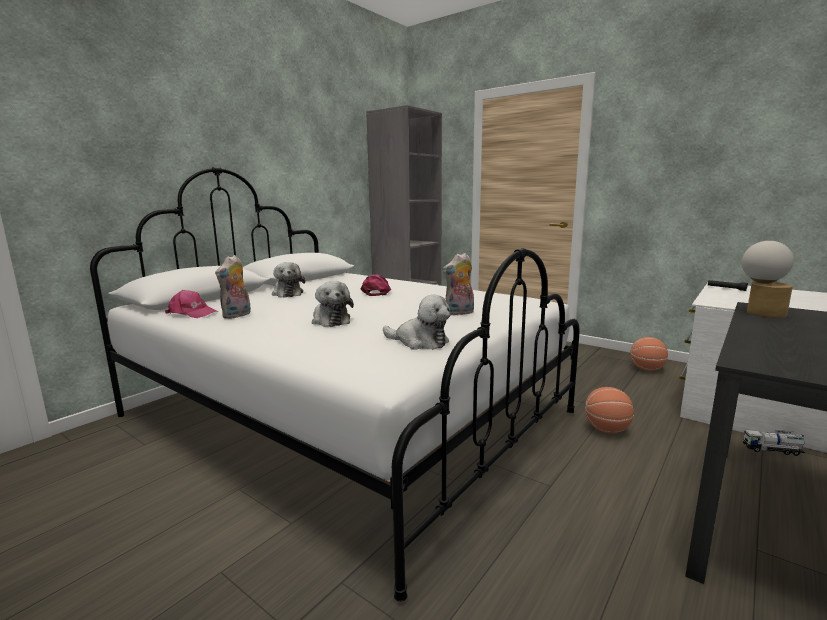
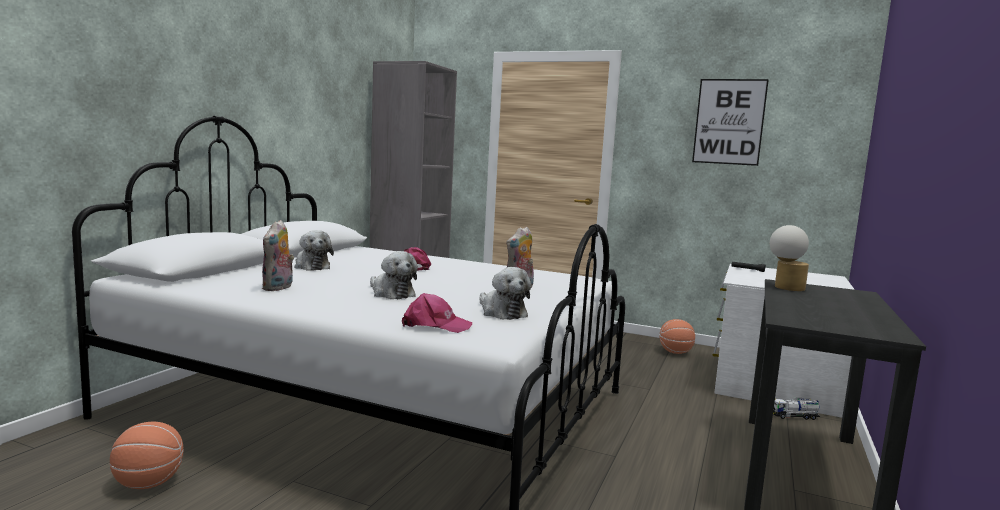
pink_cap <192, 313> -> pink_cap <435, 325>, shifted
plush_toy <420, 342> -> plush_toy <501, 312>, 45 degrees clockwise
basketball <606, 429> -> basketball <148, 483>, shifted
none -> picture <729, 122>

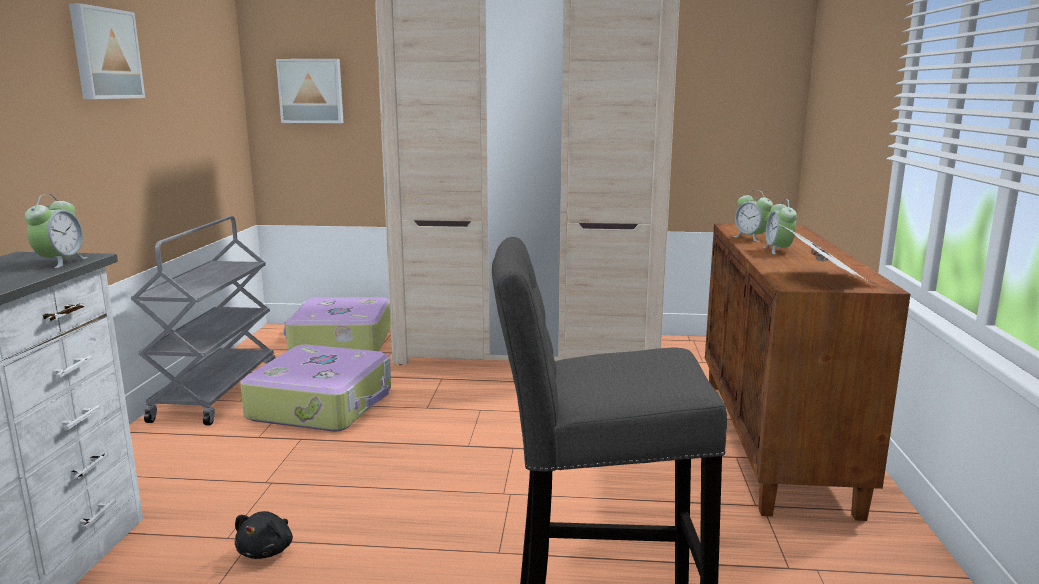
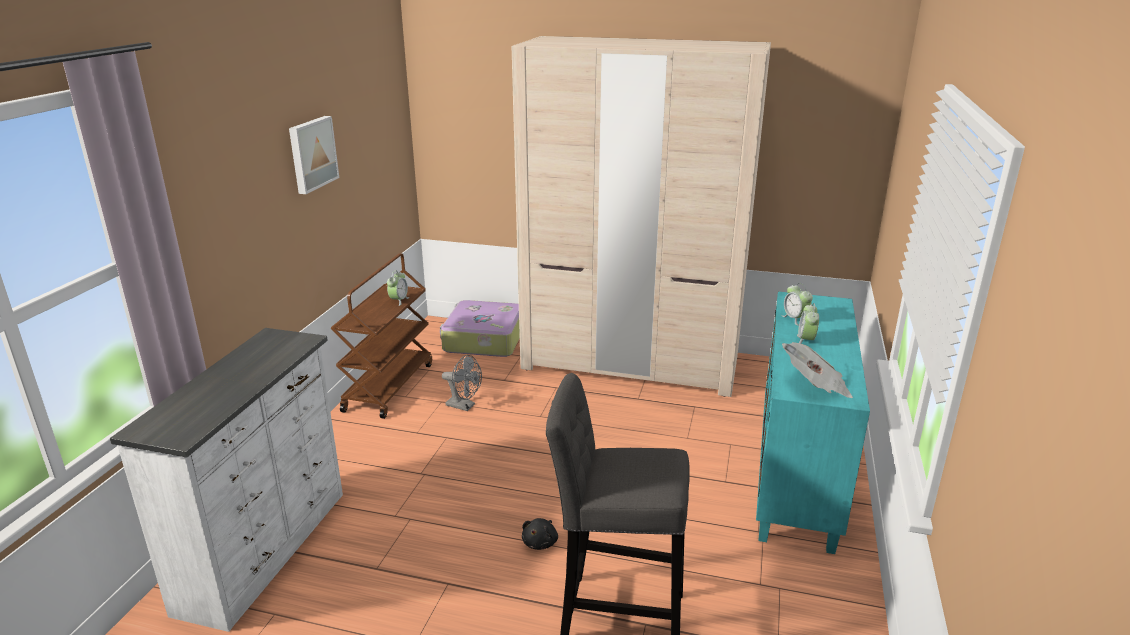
alarm_clock <60, 262> -> alarm_clock <398, 300>, shifted
grey_cart <216, 392> -> brown_cart <388, 386>
black_plush_toy <267, 550> -> black_plush_toy <541, 542>, shifted
suitcase <323, 404> -> grey_fan <464, 406>
picture <311, 91> -> none
brown_cabinet <775, 442> -> turquoise_cabinet <797, 476>

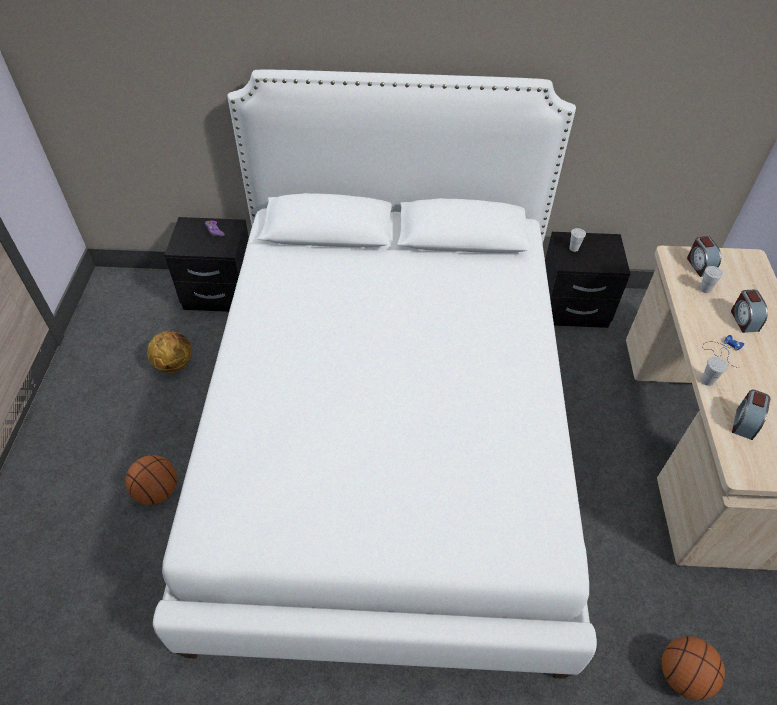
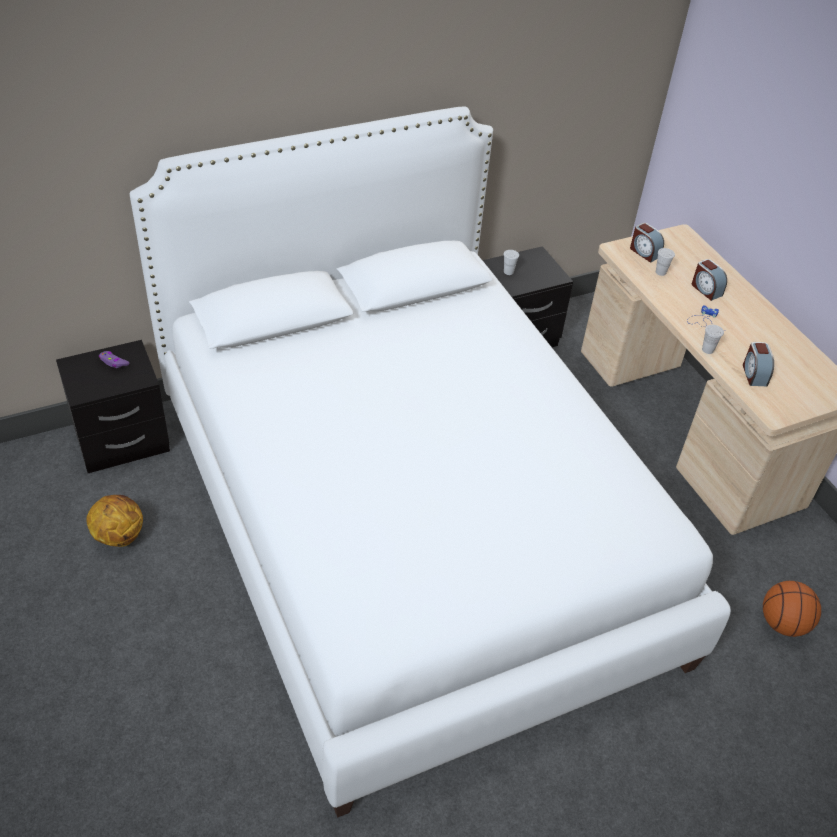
basketball <157, 491> -> none

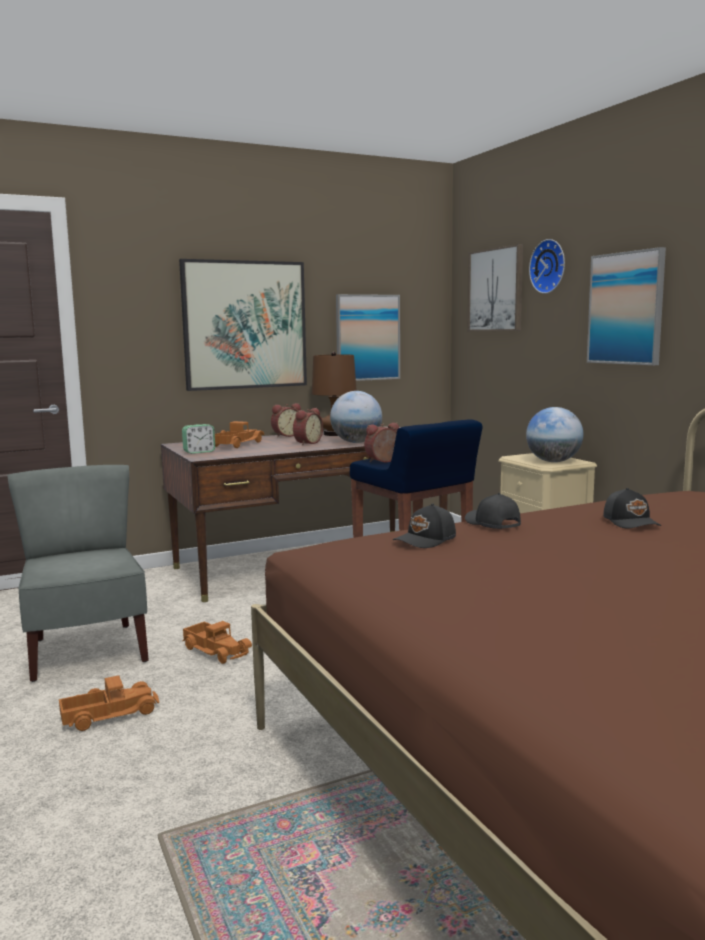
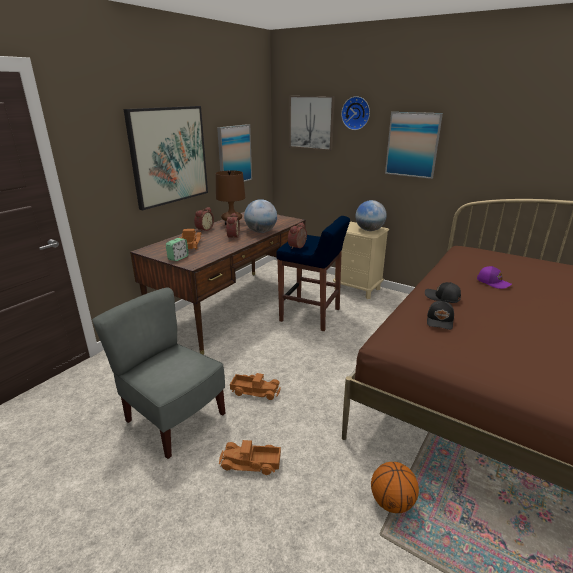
toy_truck <109, 714> -> toy_truck <250, 463>, 120 degrees counterclockwise
black_cap <631, 522> -> purple_cap <493, 282>
none -> basketball <391, 502>

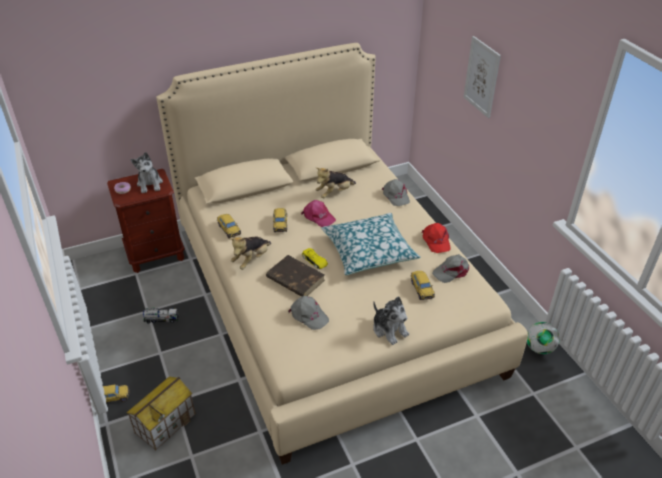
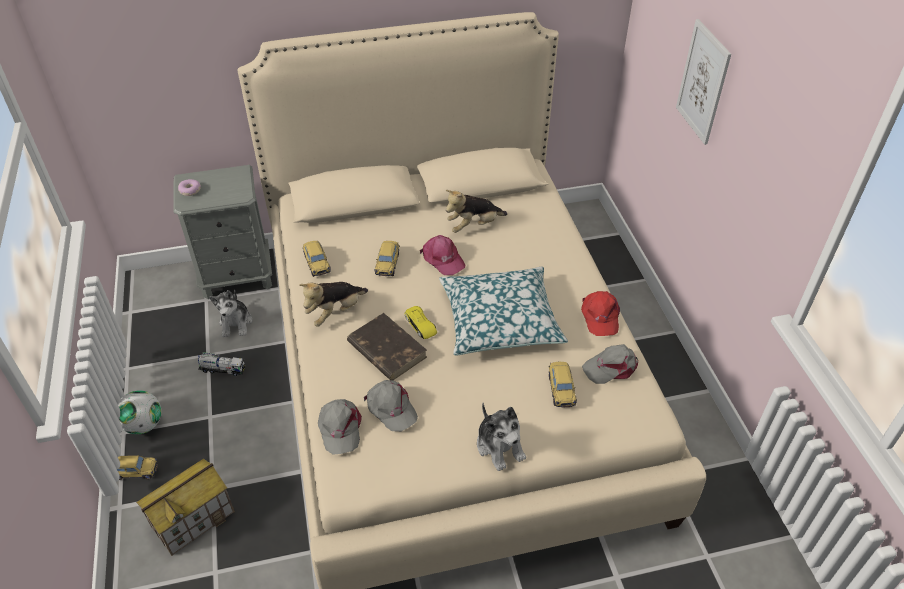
brown_nightstand <155, 254> -> grey_nightstand <237, 276>
plush_toy <150, 184> -> plush_toy <236, 323>, shifted
grey_cap <395, 196> -> grey_cap <340, 428>, shifted
football <539, 348> -> football <144, 425>, shifted

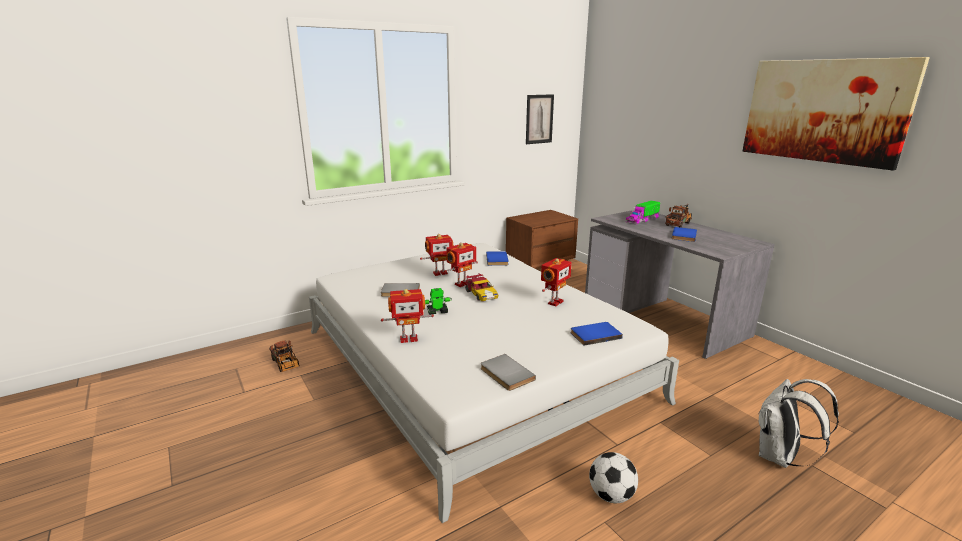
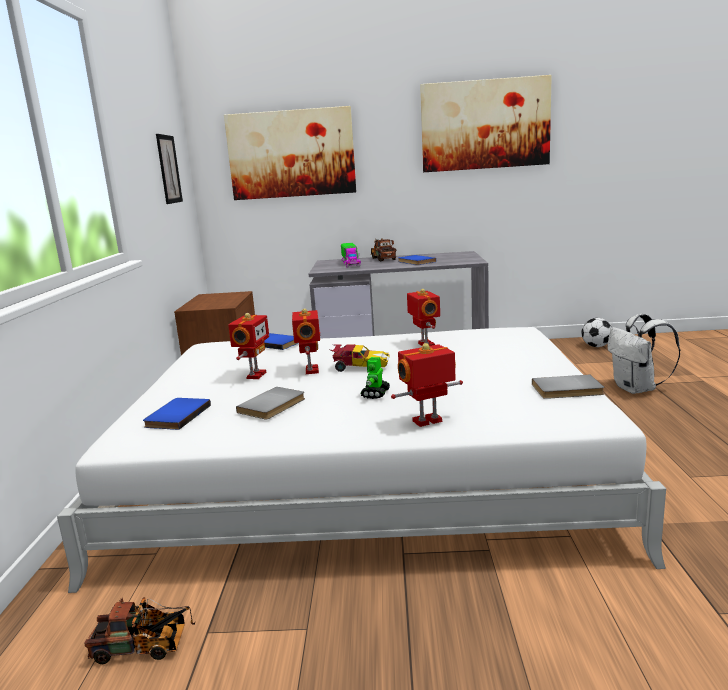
toy_robot <408, 339> -> toy_robot <428, 422>, 135 degrees counterclockwise
blue_book <594, 334> -> blue_book <176, 416>, shifted
football <611, 495> -> football <596, 346>, shifted
none -> picture <291, 154>

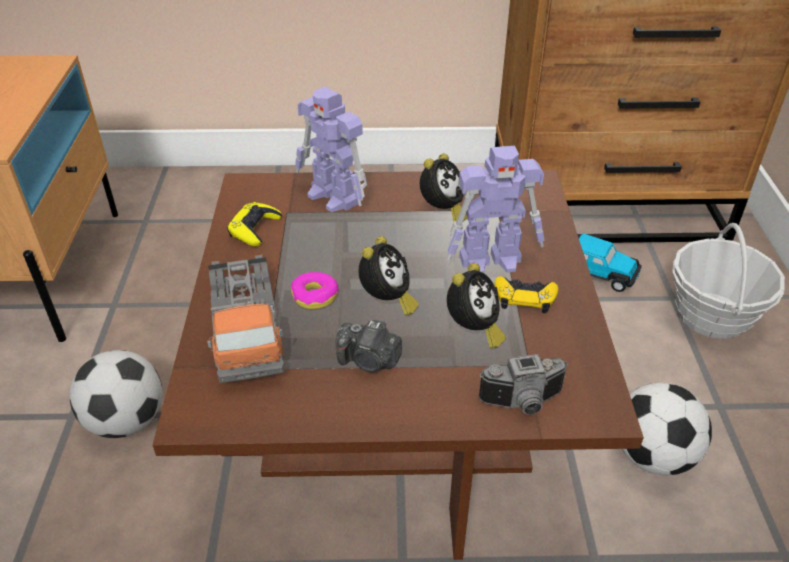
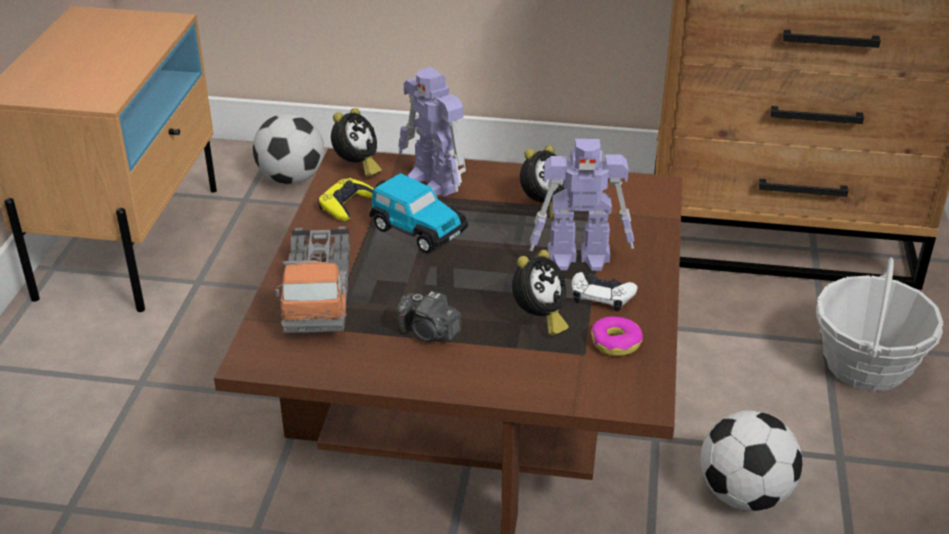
football <126, 421> -> football <291, 179>, shifted
donut <315, 296> -> donut <616, 343>, shifted
alarm_clock <387, 301> -> alarm_clock <356, 167>, shifted
photo_camera <524, 403> -> none
yellow_game_controller <524, 298> -> white_game_controller <601, 296>
toy_car <600, 273> -> toy_car <417, 230>, shifted

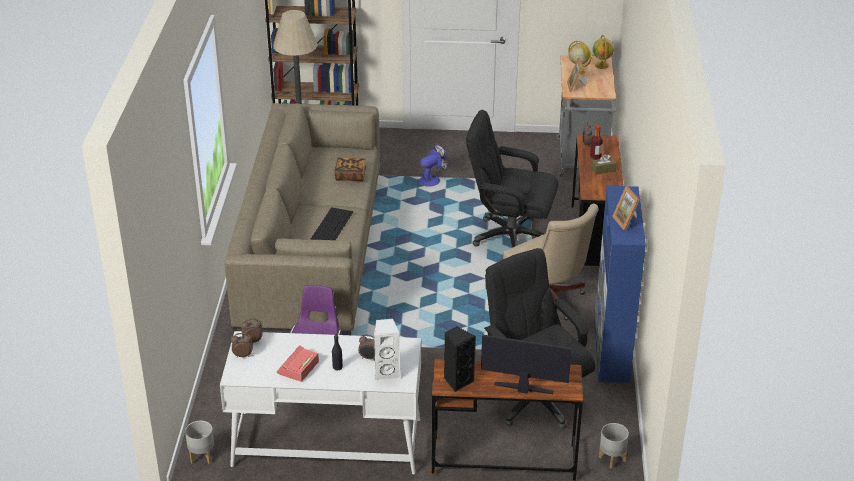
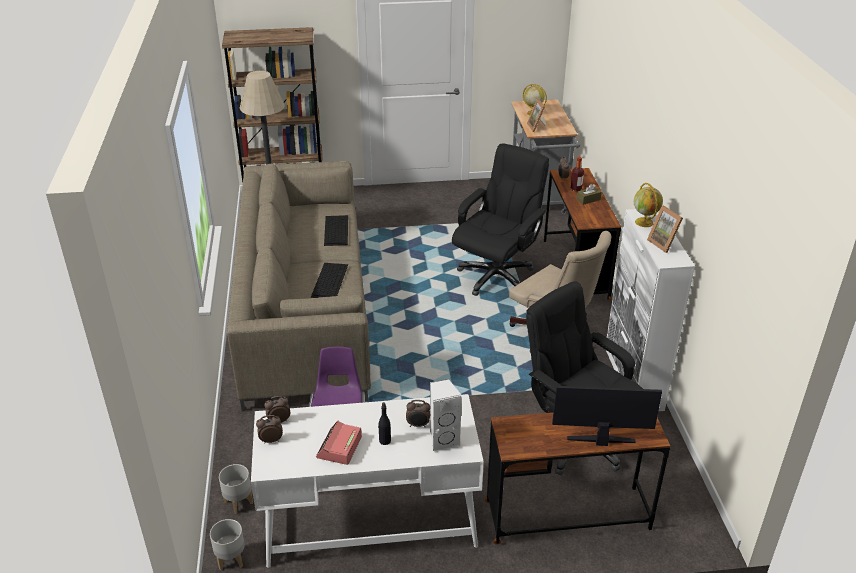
book <350, 176> -> keyboard <336, 230>
fan <432, 179> -> none
black_speaker <458, 381> -> none
black_office_chair <510, 237> -> black_office_chair <496, 276>, 120 degrees clockwise
globe <602, 65> -> globe <644, 222>, shifted
blue_cabinet <611, 350> -> white_cabinet <633, 378>
grey_planter <612, 459> -> grey_planter <239, 502>, shifted

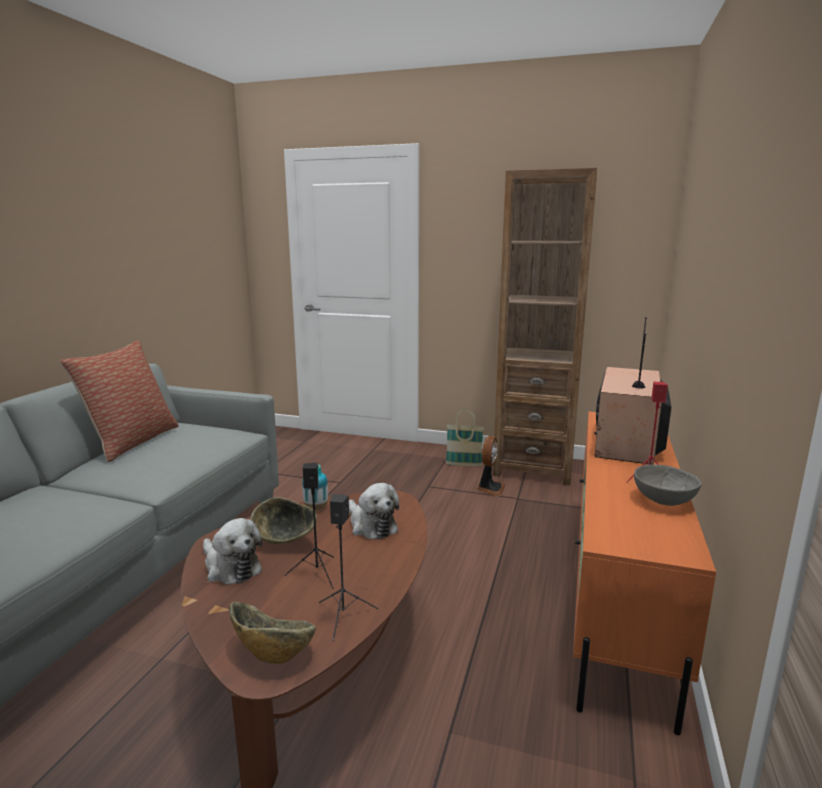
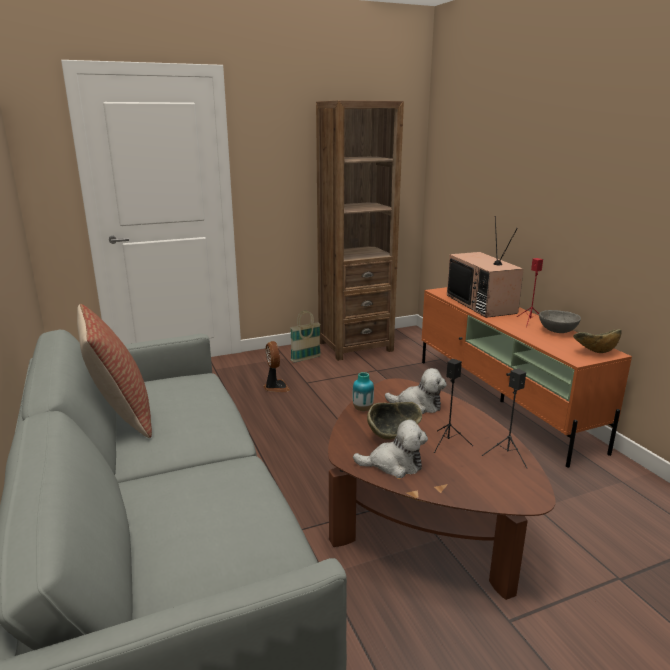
bowl <273, 653> -> bowl <595, 352>, shifted
fan <490, 488> -> fan <275, 387>, shifted

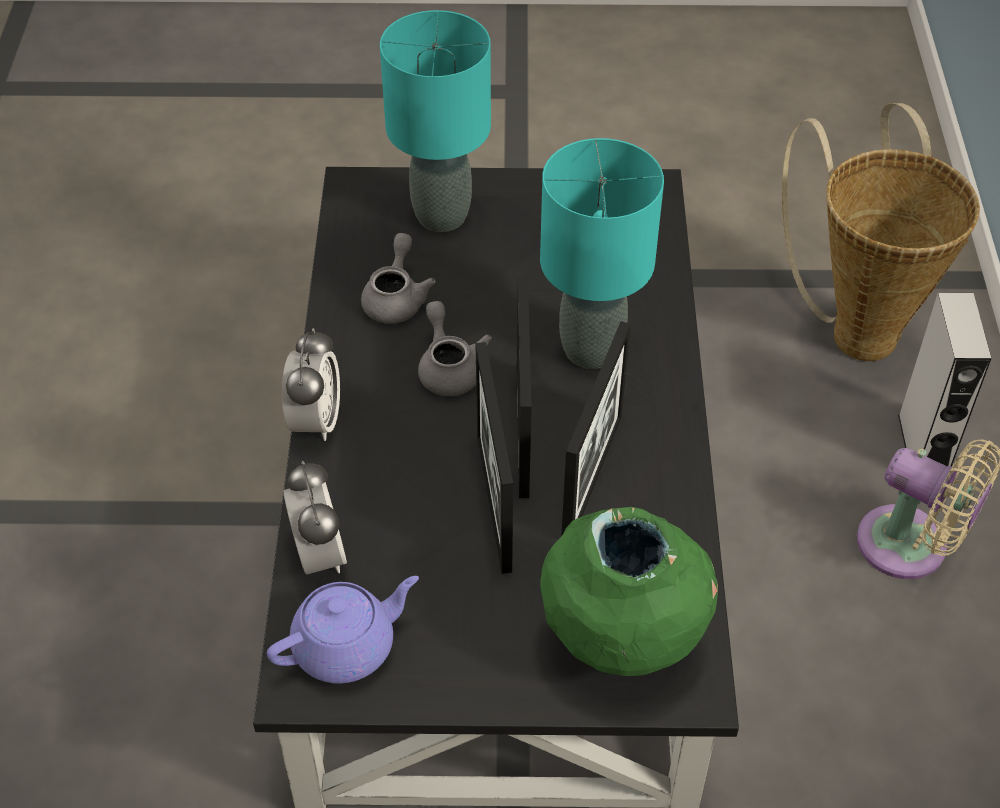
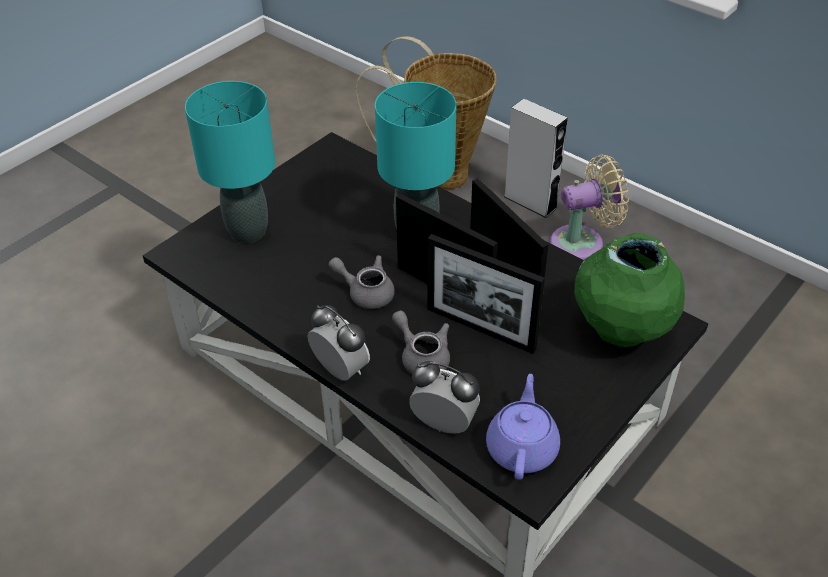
grey_teapot <396, 298> -> grey_teapot <422, 356>, shifted

